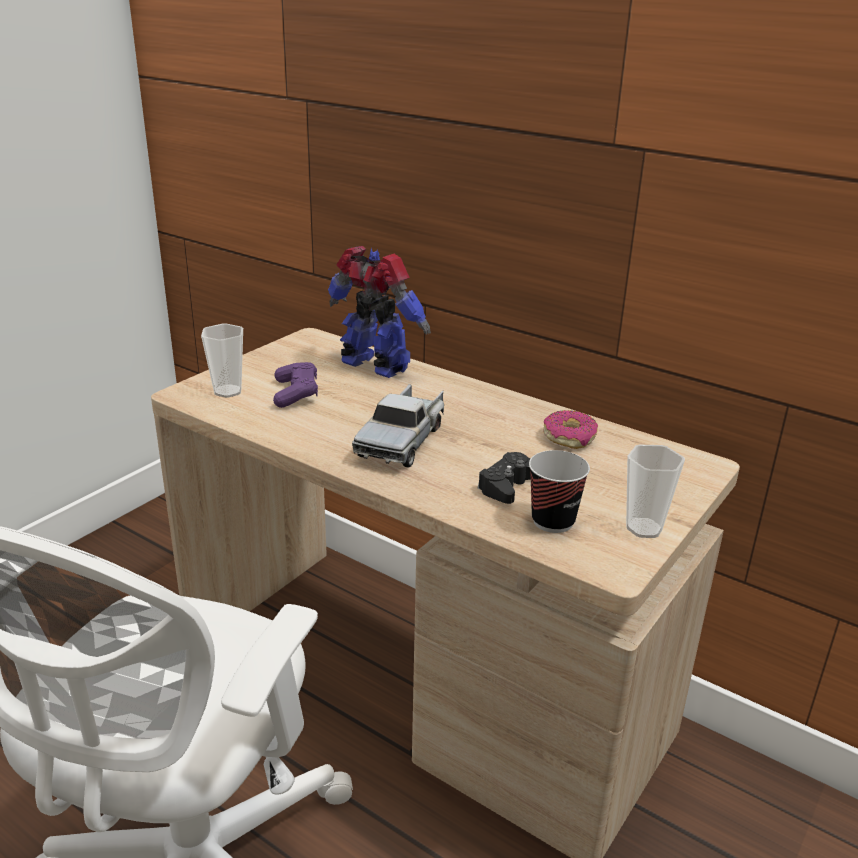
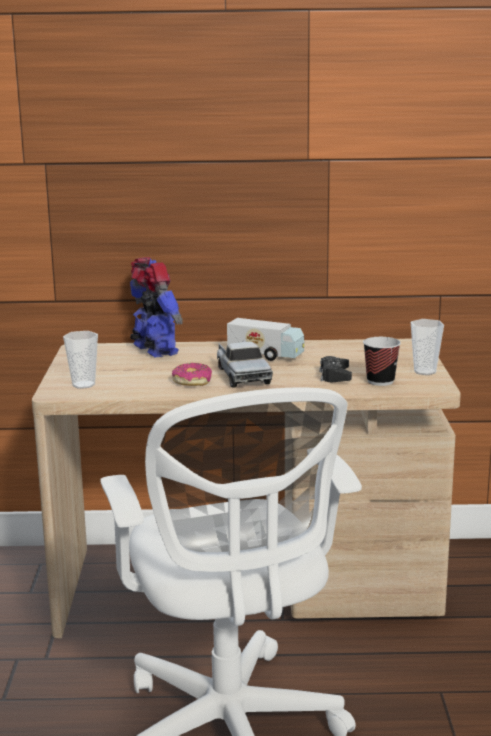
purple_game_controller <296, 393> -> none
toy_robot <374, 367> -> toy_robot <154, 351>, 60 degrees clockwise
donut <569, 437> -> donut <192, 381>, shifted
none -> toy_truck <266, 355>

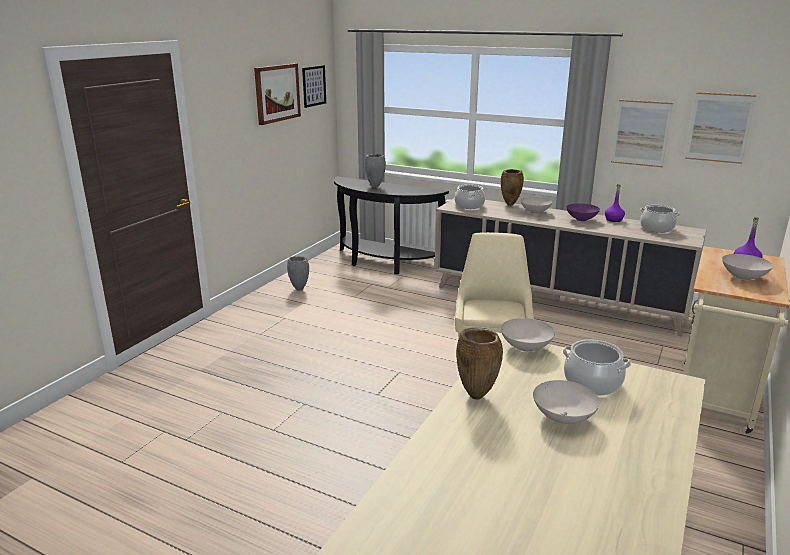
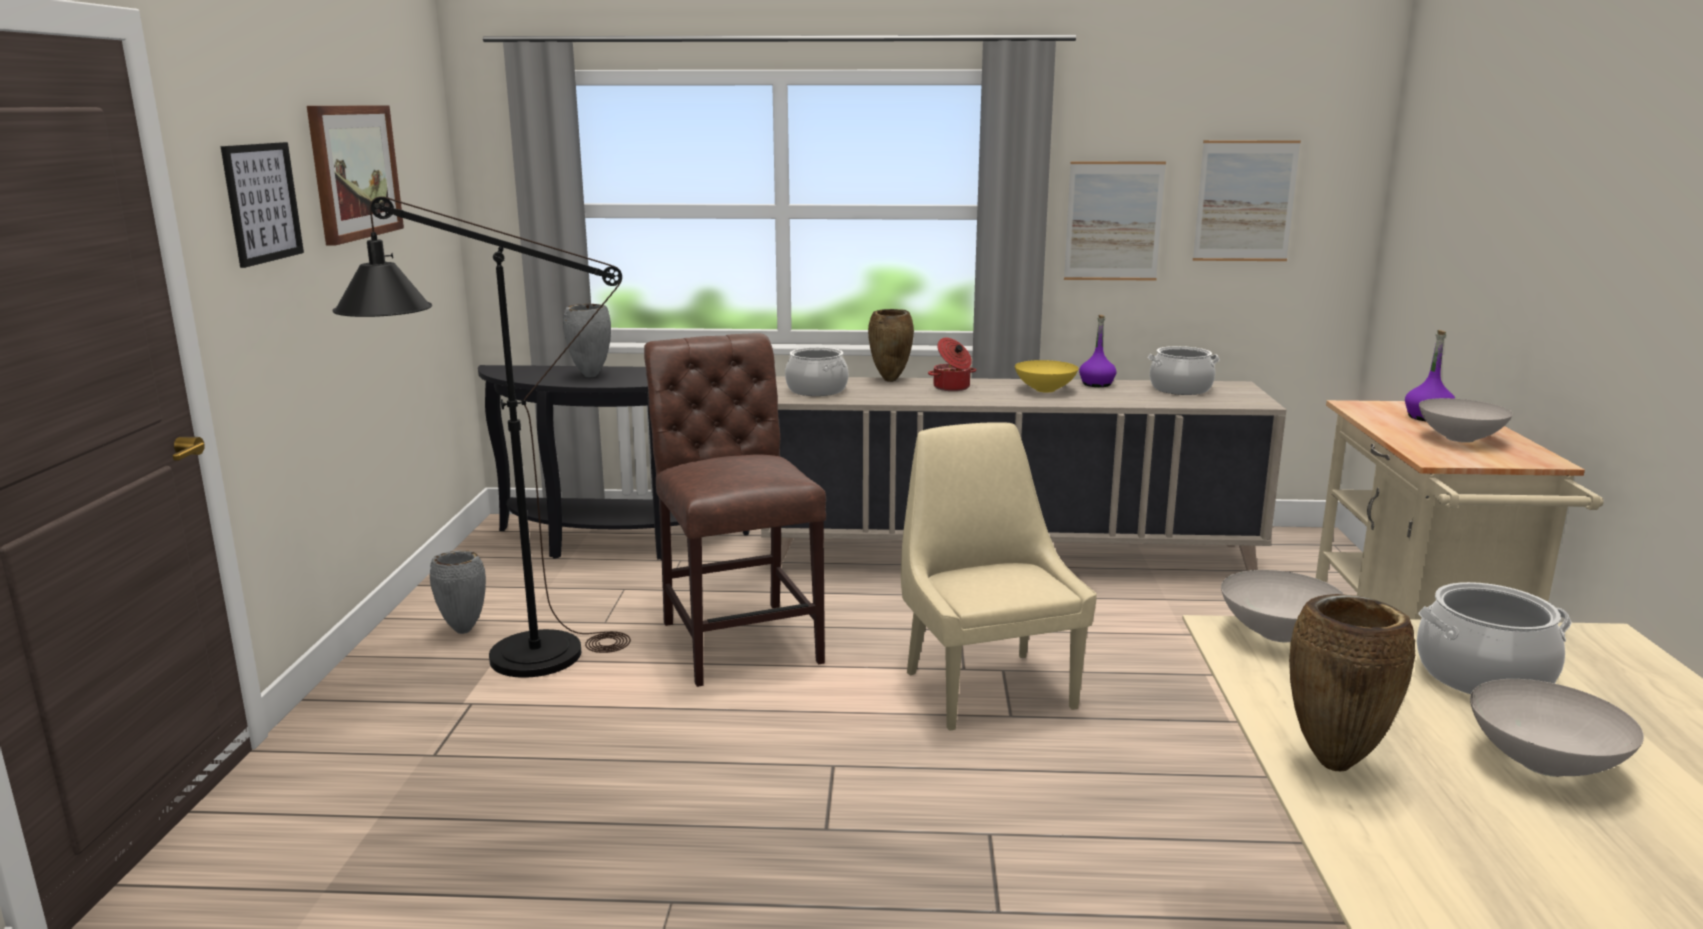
picture <314, 86> -> picture <262, 202>, shifted
white_bowl <535, 212> -> cooking_pot <952, 388>
purple_bowl <582, 219> -> yellow_bowl <1046, 390>
none -> black_floor_lamp <508, 661>
none -> brown_chair <739, 637>

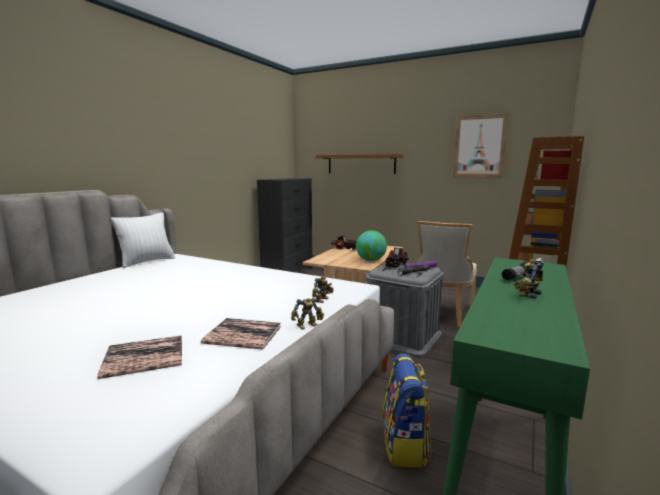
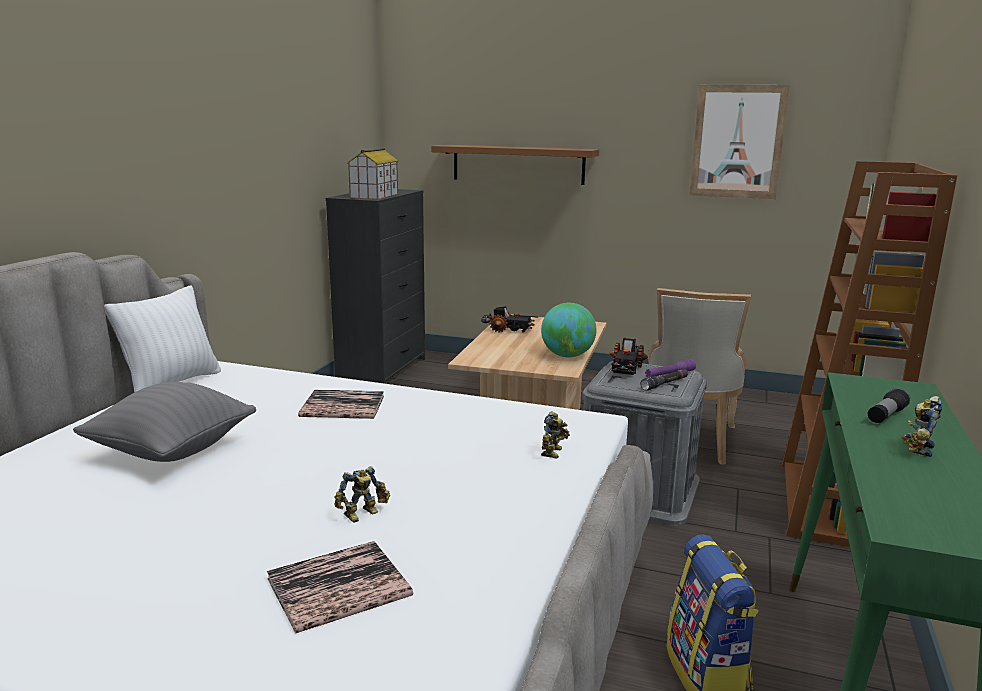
book <243, 335> -> book <343, 406>, shifted
toy_robot <308, 326> -> toy_robot <363, 515>, shifted
none -> grey_pillow <172, 451>
none -> toy_house <374, 196>

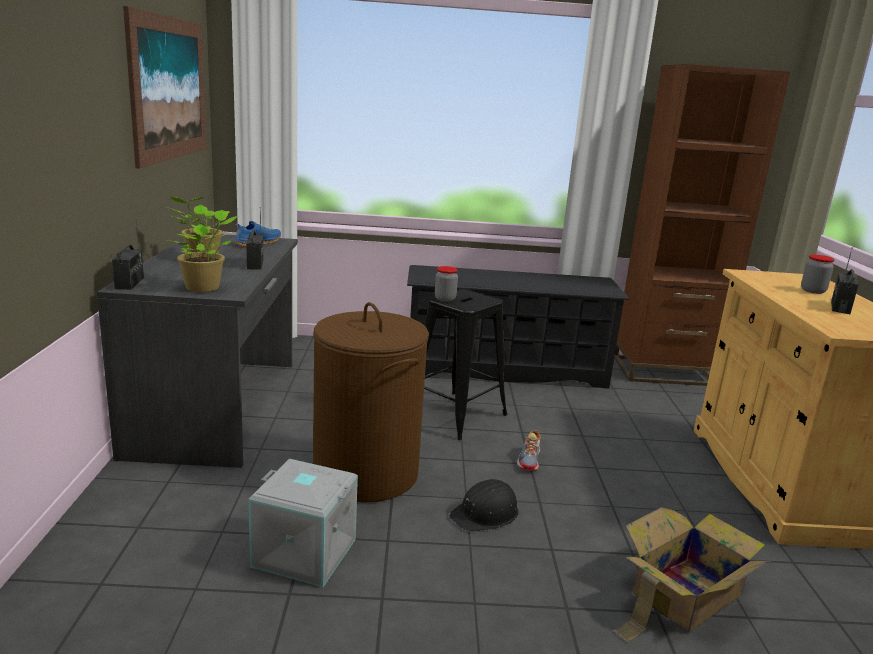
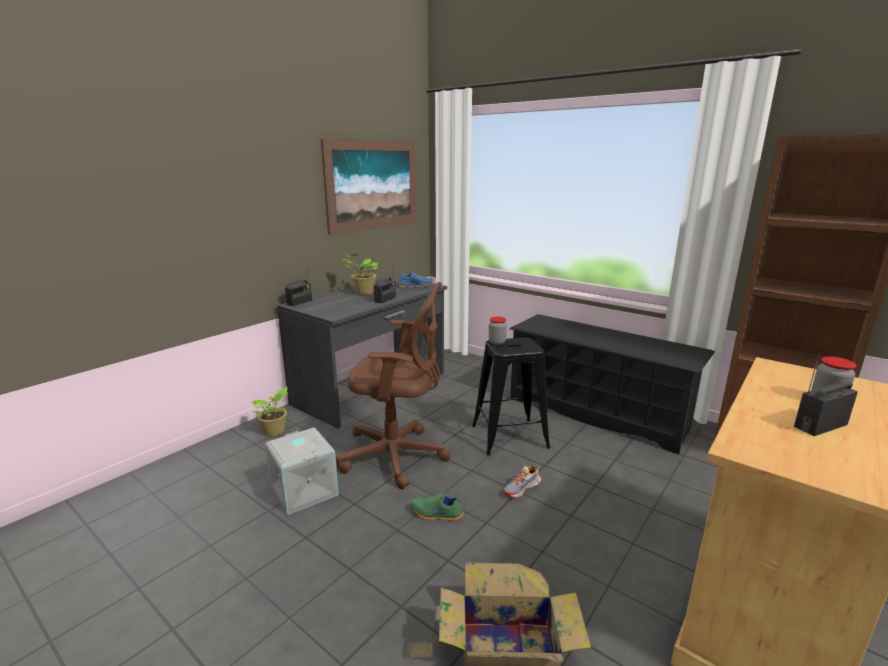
potted_plant <205, 288> -> potted_plant <275, 432>, shifted
brown_laundry_basket <366, 473> -> brown_office_chair <397, 456>
black_hard_hat <486, 514> -> green_shoe <436, 514>

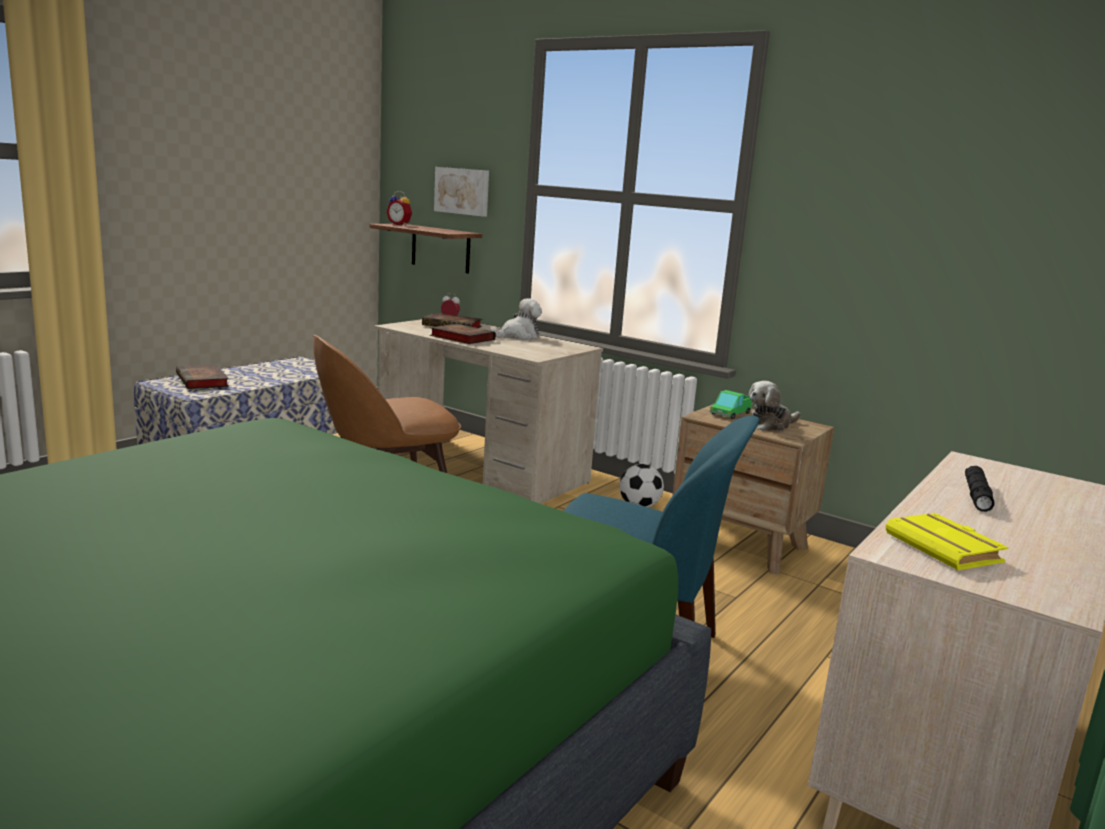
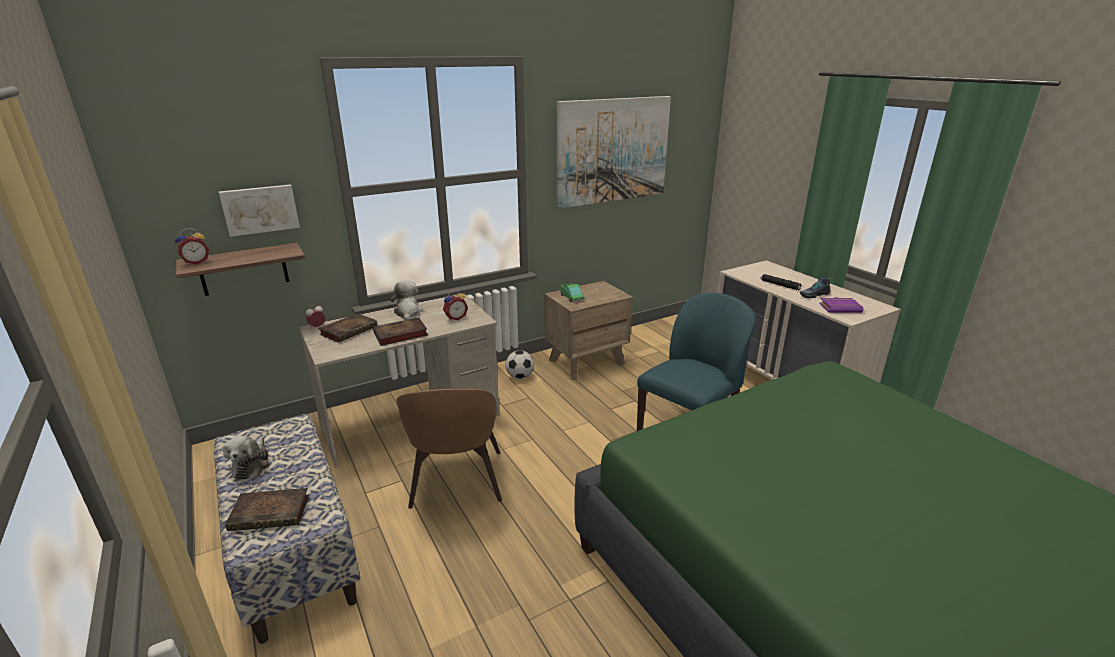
plush_toy <770, 425> -> plush_toy <251, 464>, shifted
yellow_book <947, 549> -> purple_book <840, 308>
none -> alarm_clock <455, 318>
none -> picture <613, 151>
none -> shoe <814, 294>

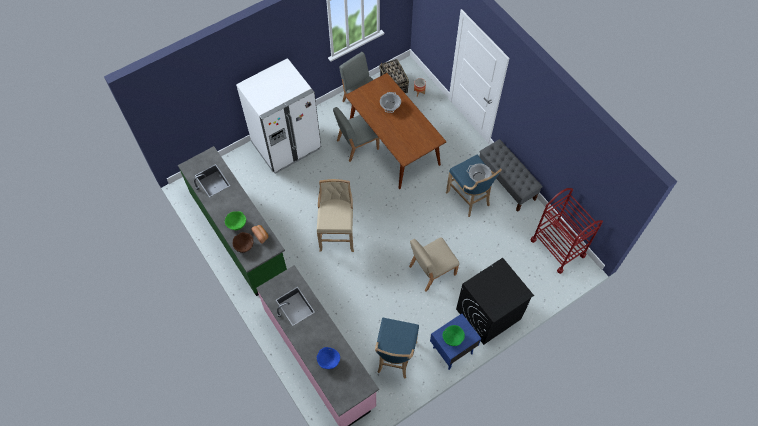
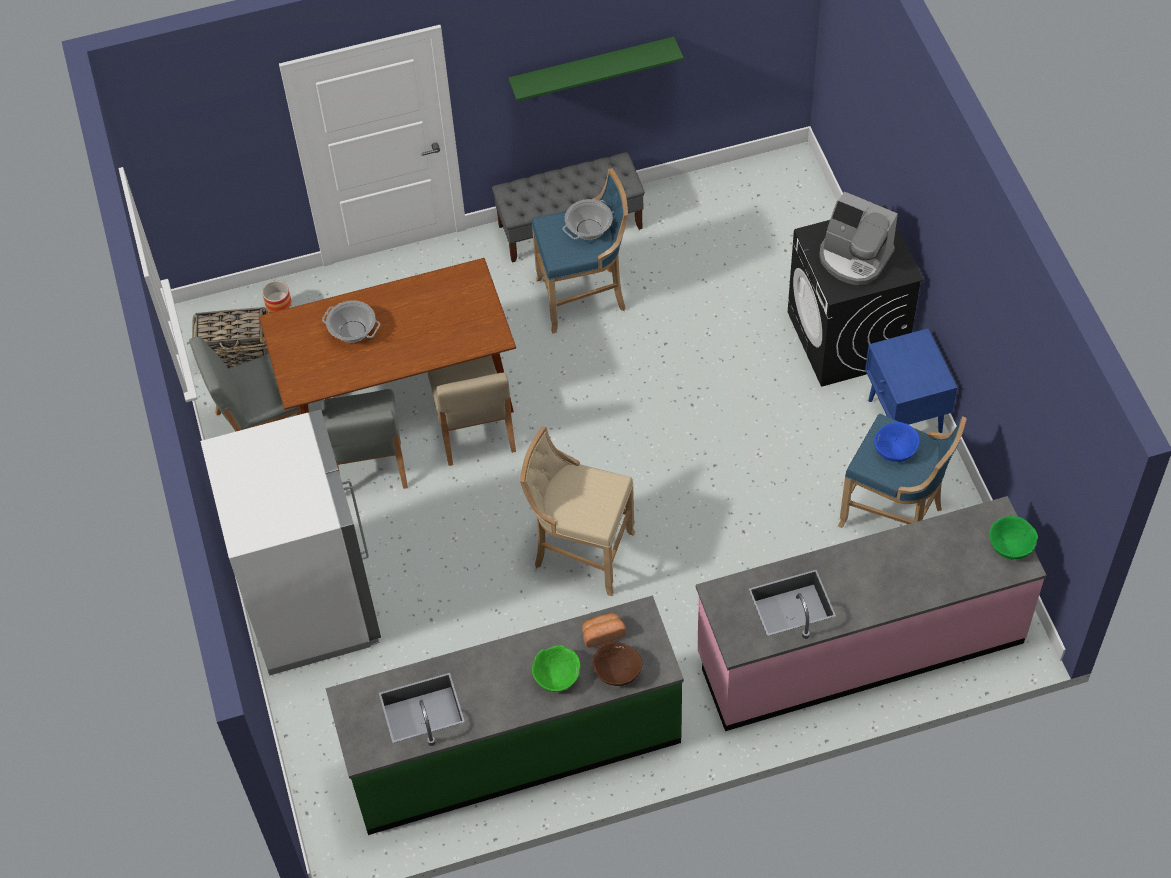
blue_bowl <328, 360> -> blue_bowl <895, 450>, shifted
beige_chair <431, 270> -> beige_chair <474, 429>, shifted
green_bowl <452, 338> -> green_bowl <1010, 546>, shifted
red_cart <557, 247> -> none
none -> green_shelf <592, 68>
none -> coffee_machine <854, 257>

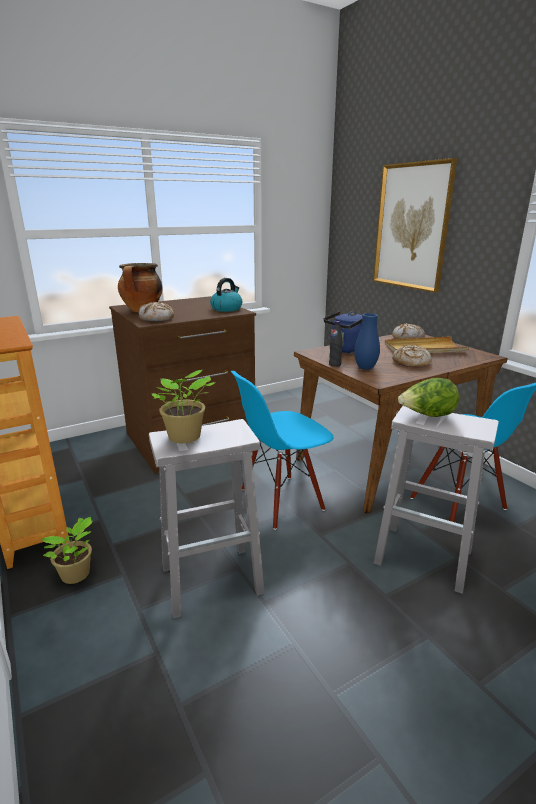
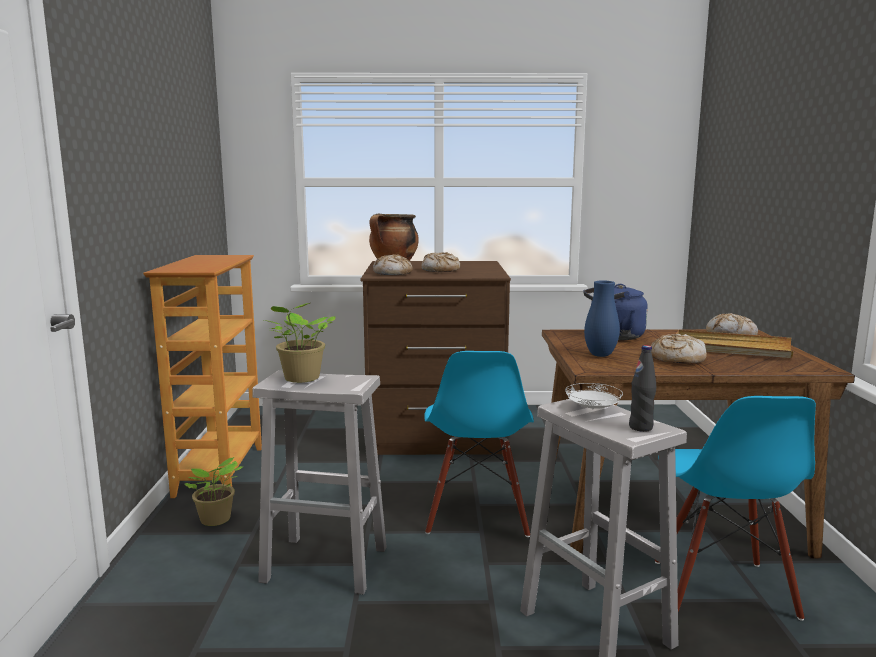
kettle <226, 309> -> none
blue_chair <281, 500> -> blue_chair <477, 516>, 90 degrees counterclockwise
black_bottle <335, 364> -> black_bottle <640, 427>, shifted
picture <412, 227> -> none
lettuce <427, 416> -> white_plate <592, 409>
none -> bread <440, 270>

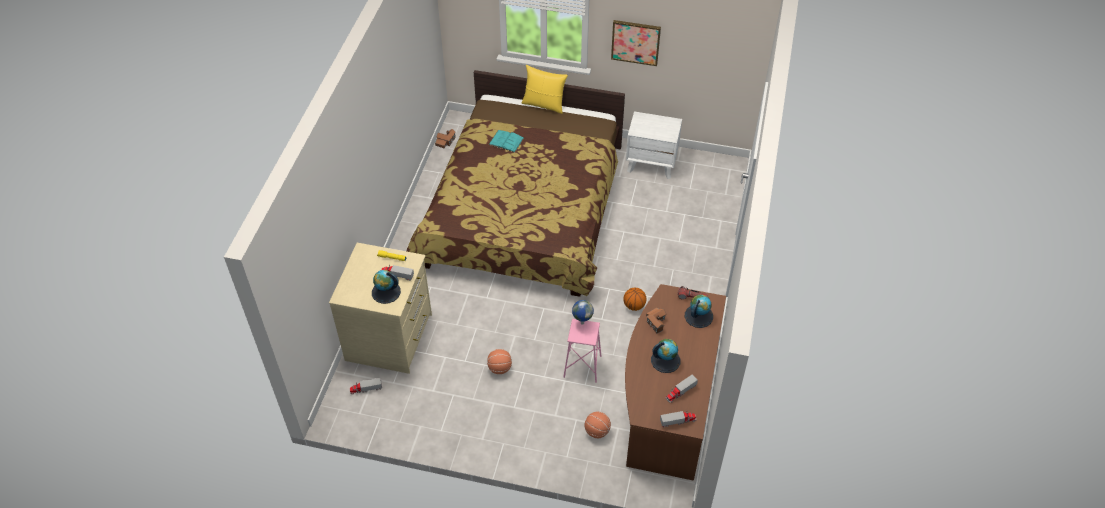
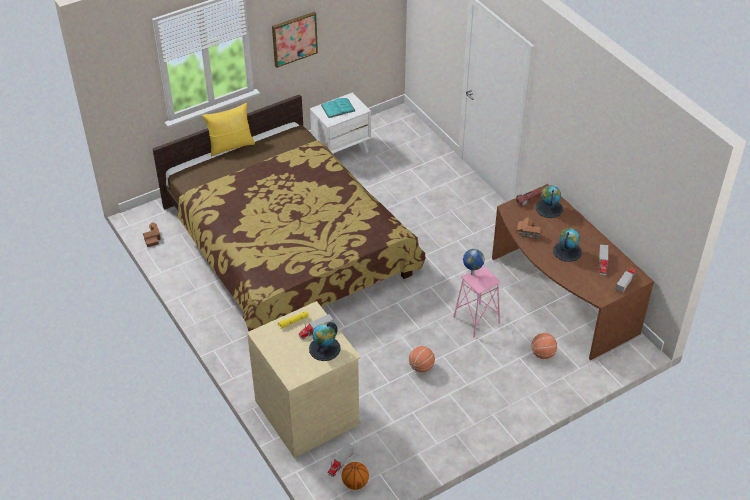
turquoise_book <506, 141> -> turquoise_book <338, 108>, shifted
basketball <634, 306> -> basketball <355, 483>, shifted

